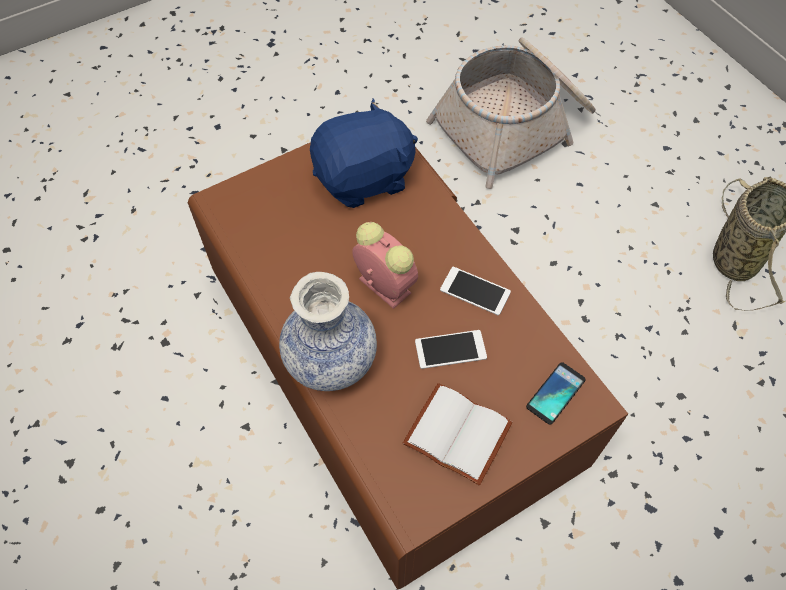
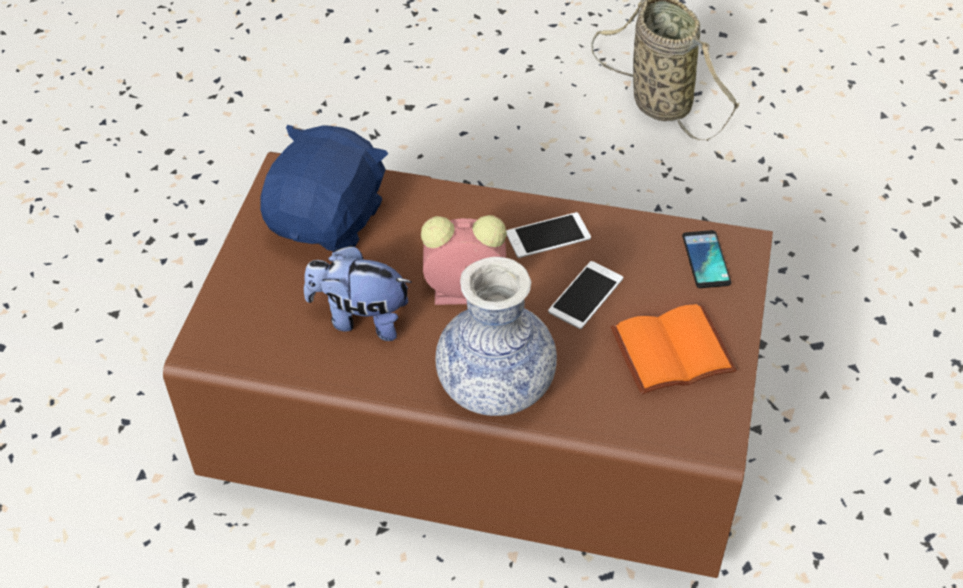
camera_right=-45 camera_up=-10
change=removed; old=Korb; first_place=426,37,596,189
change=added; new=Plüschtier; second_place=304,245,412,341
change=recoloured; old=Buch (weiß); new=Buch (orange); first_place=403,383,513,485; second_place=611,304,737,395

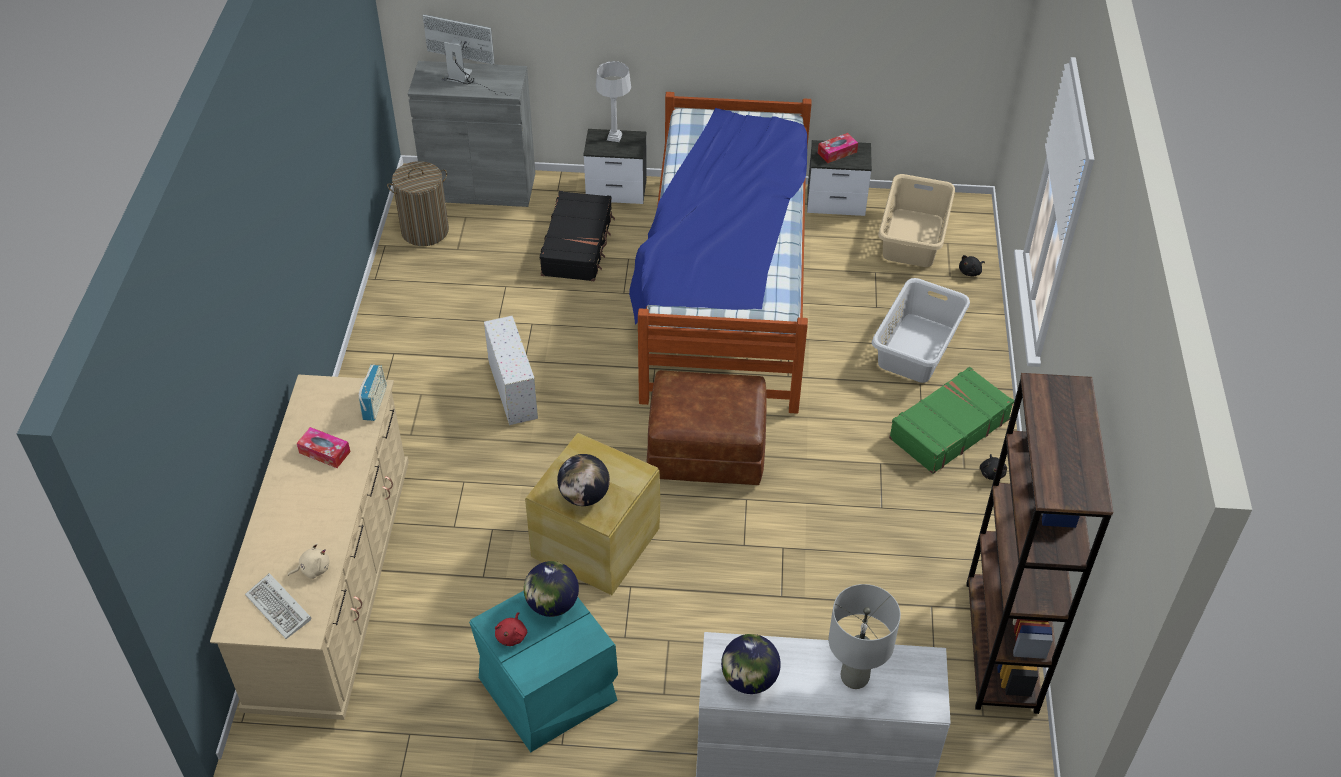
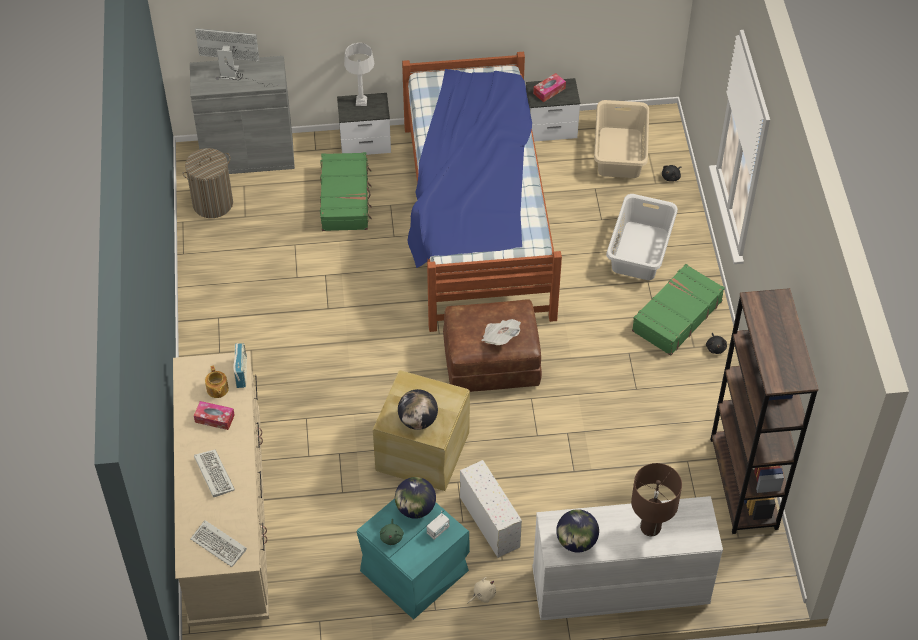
camera_right=-10 camera_up=5
change=added; new=Tastatur; second_place=194,449,235,497
change=added; new=Teekanne; second_place=205,365,229,398
change=added; new=Radio; second_place=427,511,449,540
change=added; new=Zeitung; second_place=482,319,521,345
change=moved; old=Plüschtier (beige); first_place=288,543,330,579; second_place=468,577,496,603
change=moved; old=Aufbewahrungsbox (weiß); first_place=484,316,538,425; second_place=460,460,522,558
change=recoloured; old=Plüschtier (rot); new=Plüschtier (grün); first_place=495,612,527,646; second_place=380,519,404,545
change=recoloured; old=Koffer (schwarz); new=Koffer (grün); first_place=540,191,615,281; second_place=320,152,372,231
change=recoloured; old=Tischlampe (grau); new=Tischlampe (braun); first_place=829,584,901,689; second_place=631,463,682,536

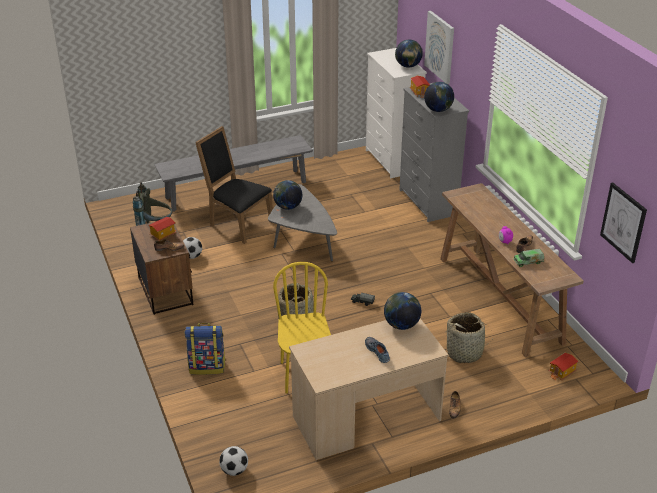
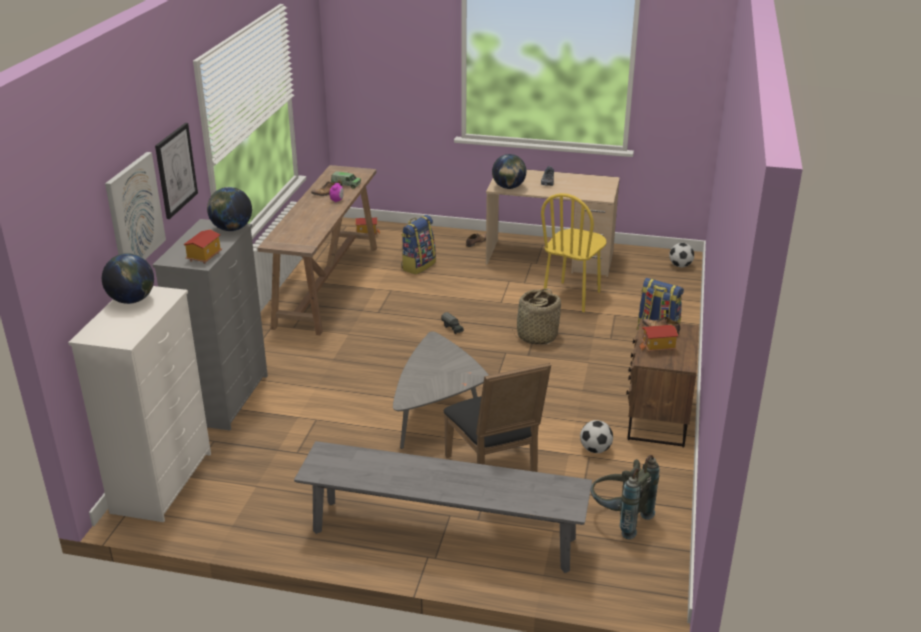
camera_right=-145 camera_up=-5
change=removed; old=Globus; first_place=273,180,302,210
change=moved; old=Bild; first_place=600,182,647,263; second_place=155,123,198,219
change=replaced; old=Korb; new=Rucksack; first_place=447,312,494,363; second_place=401,215,436,274

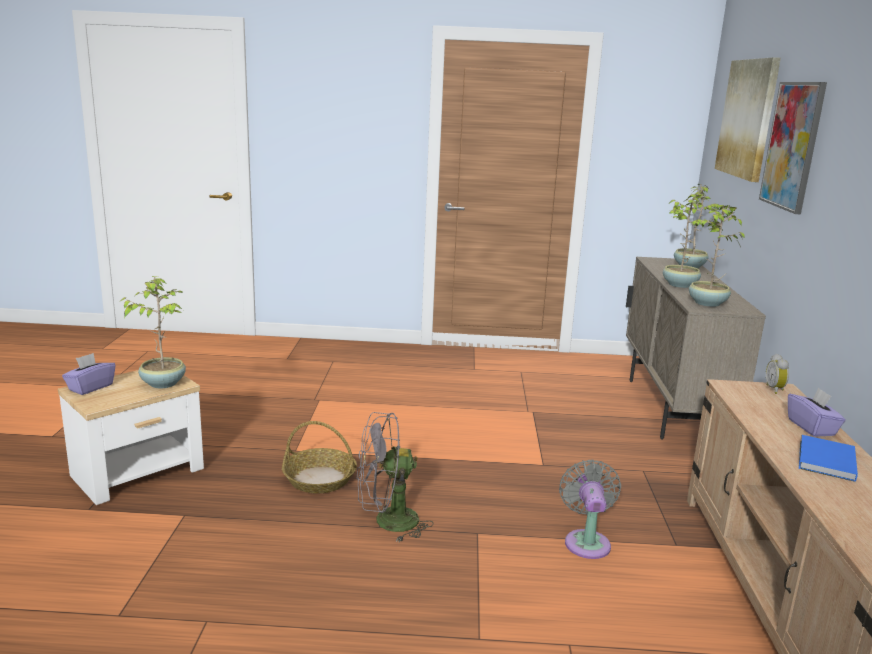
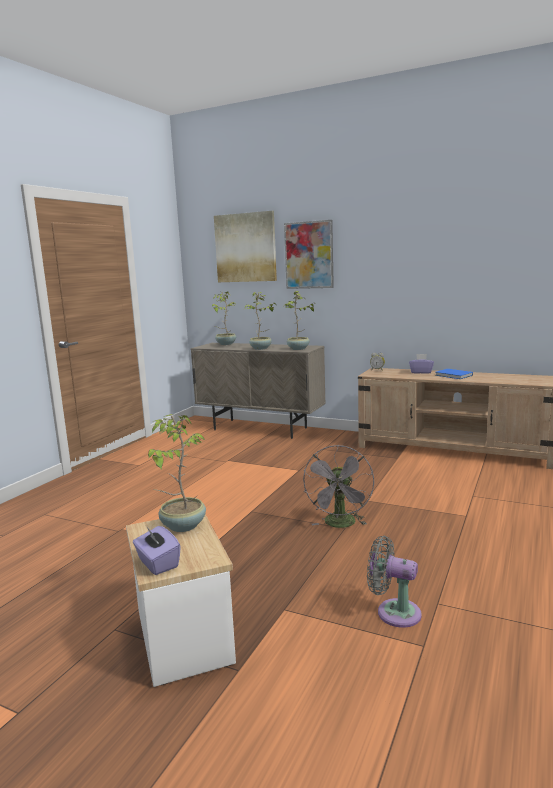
camera_right=-65 camera_up=-5
change=removed; old=Korb; first_place=282,421,357,494
change=moved; old=Ventilator (grau); first_place=559,459,621,559; second_place=367,536,422,628

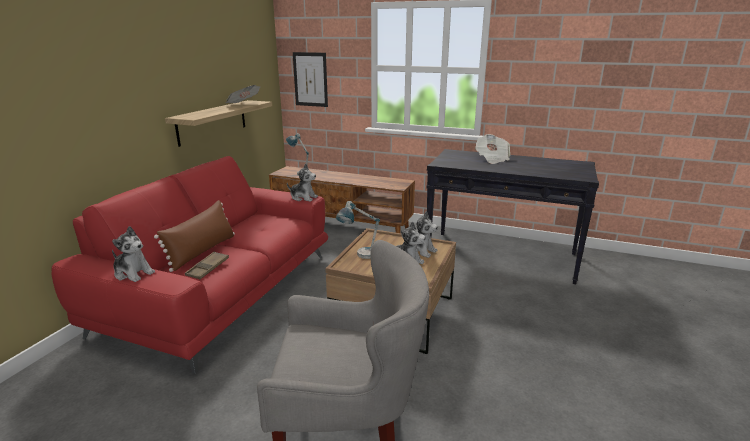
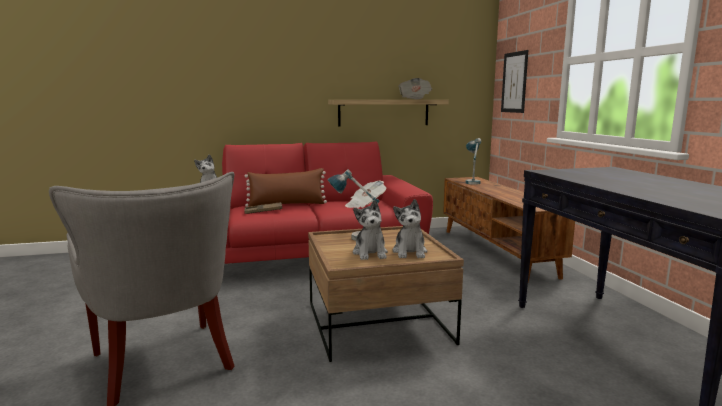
camera_right=55 camera_up=-10
change=removed; old=Plüschtier; first_place=287,164,318,202
change=moved; old=Zeitung; first_place=475,134,510,164; second_place=345,181,386,208

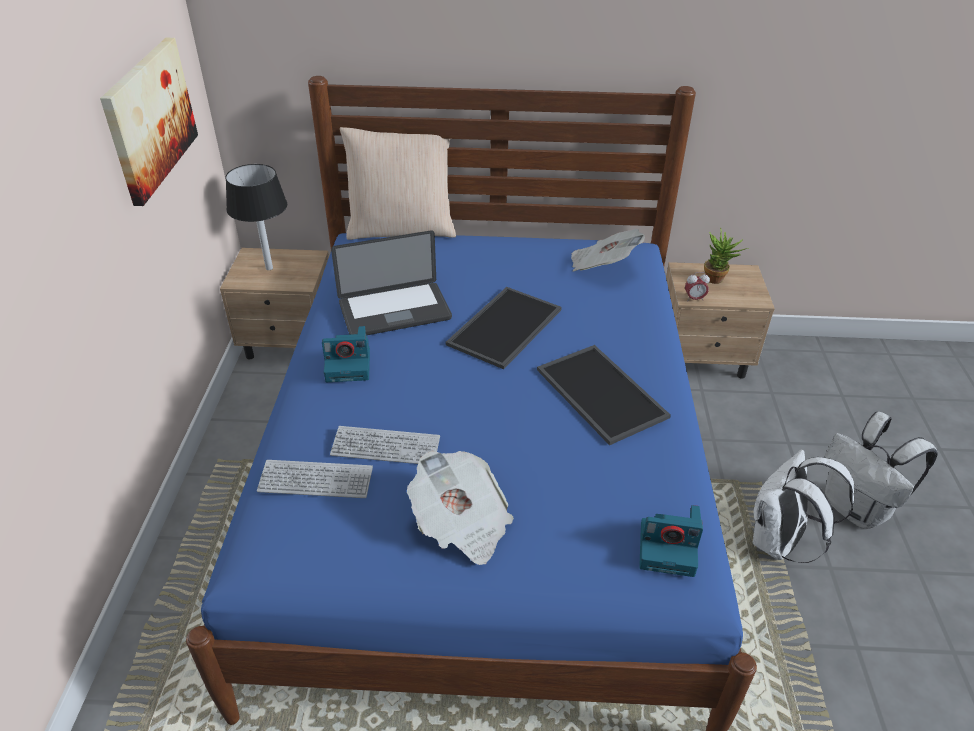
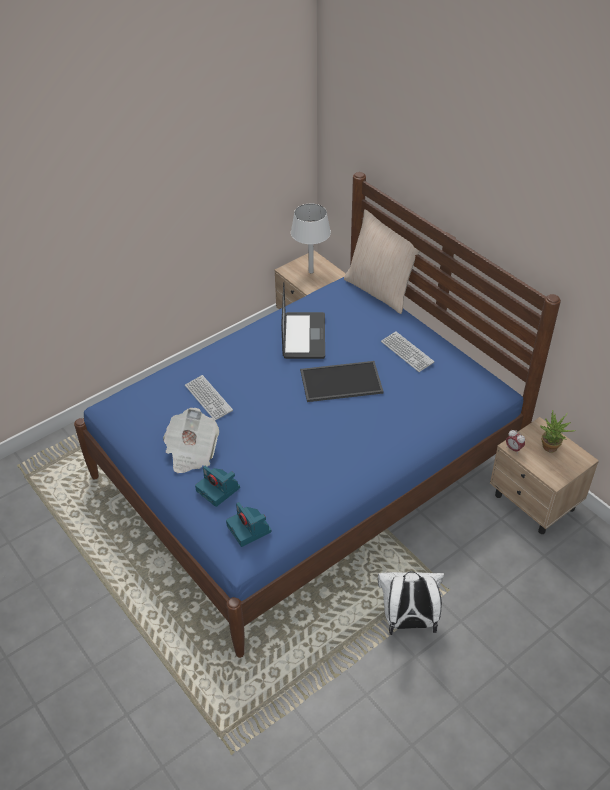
camera_right=50 camera_up=5
change=removed; old=Bild; first_place=100,38,198,206
change=removed; old=Tablett; first_place=537,345,671,445
change=removed; old=Zeitung; first_place=571,229,645,271
change=removed; old=Rucksack (weiß); first_place=825,412,938,529
change=moved; old=Tastatur; first_place=257,460,373,498; second_place=381,331,434,372
change=moved; old=Kamera; first_place=322,326,370,382; second_place=195,466,240,507
change=recoloured; old=Tischlampe (schwarz); new=Tischlampe (weiß); first_place=225,164,287,270; second_place=291,204,331,273
change=turned; old=Laptop; first_place=331,230,452,335; second_place=281,282,325,359; degrees=-120

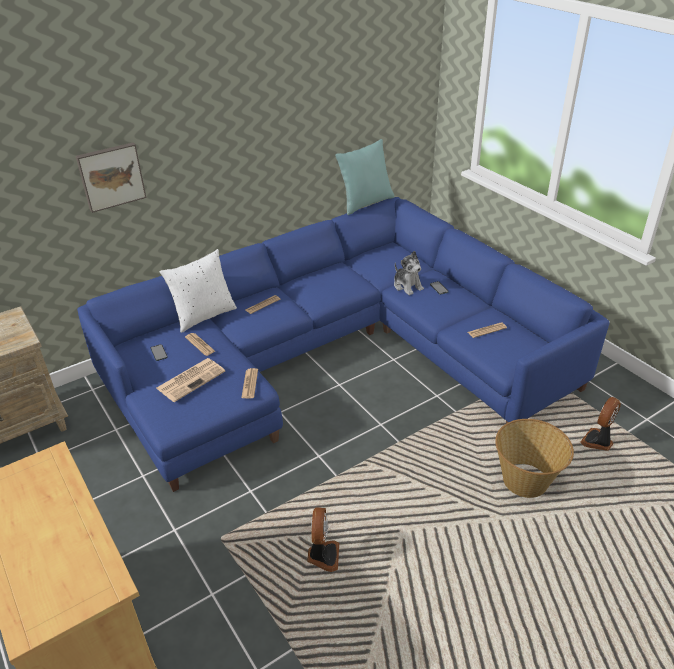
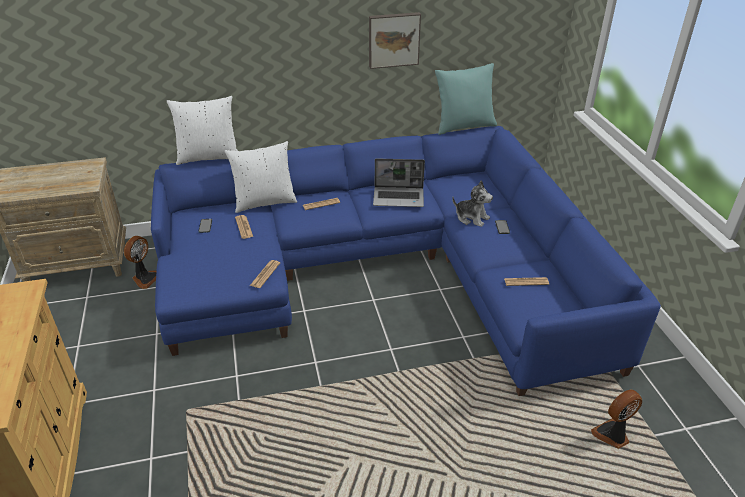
camera_right=20 camera_up=0
change=removed; old=Zeitung; first_place=156,358,225,402
change=removed; old=Korb; first_place=495,419,574,498
change=added; new=Kissen (weiß); second_place=167,96,238,165
change=added; new=Laptop; second_place=373,158,425,207
change=moved; old=Bild; first_place=76,142,147,213; second_place=369,12,421,69
change=moved; old=Ventilator; first_place=307,507,339,572; second_place=124,236,157,289
change=turned; old=Plüschtier; first_place=394,251,424,296; second_place=452,180,493,227; degrees=-45

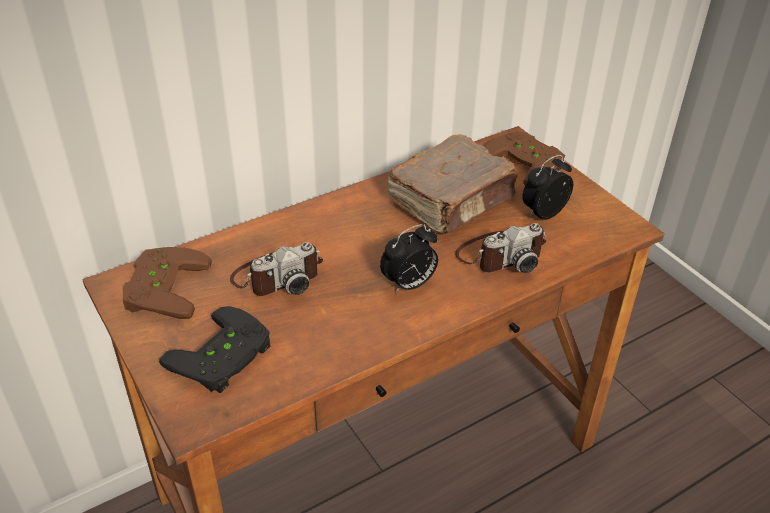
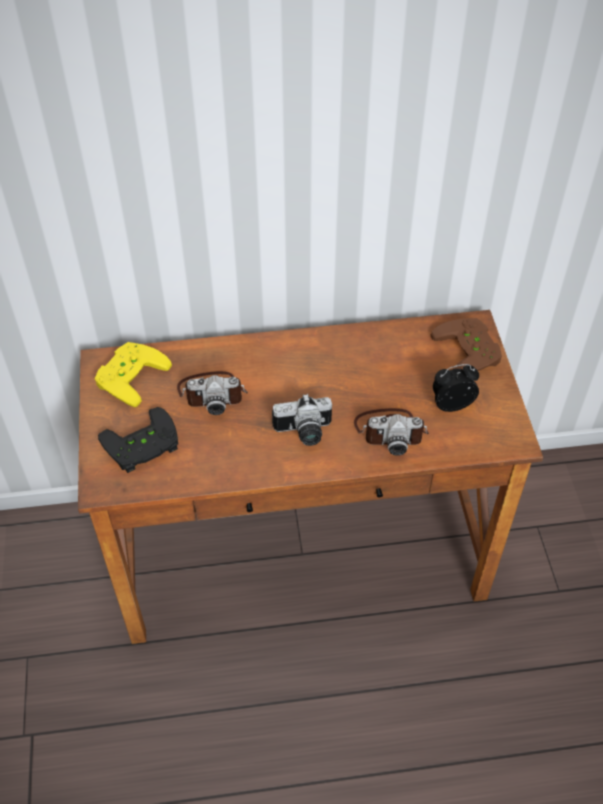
camera_right=25 camera_up=10
change=removed; old=Buch (braun); first_place=387,134,518,234
change=replaced; old=Wecker; new=Kamera; first_place=380,224,438,293; second_place=272,394,332,446
change=recoloured; old=Gamepad (braun); new=Gamepad (gelb); first_place=123,247,212,319; second_place=95,342,172,408

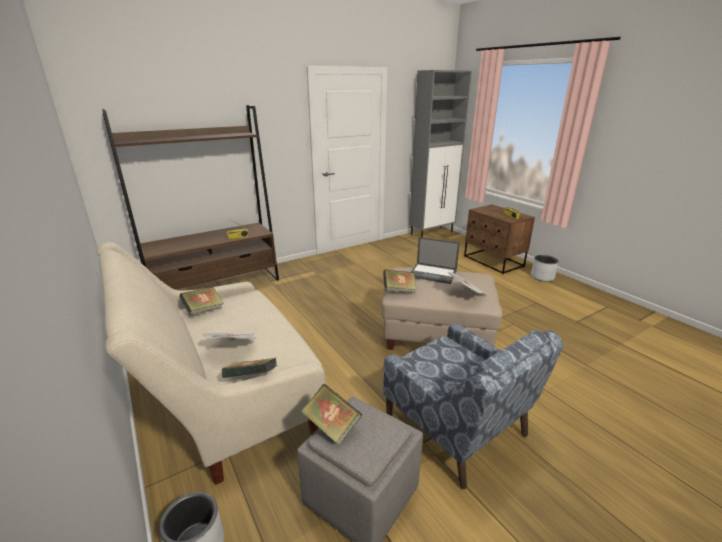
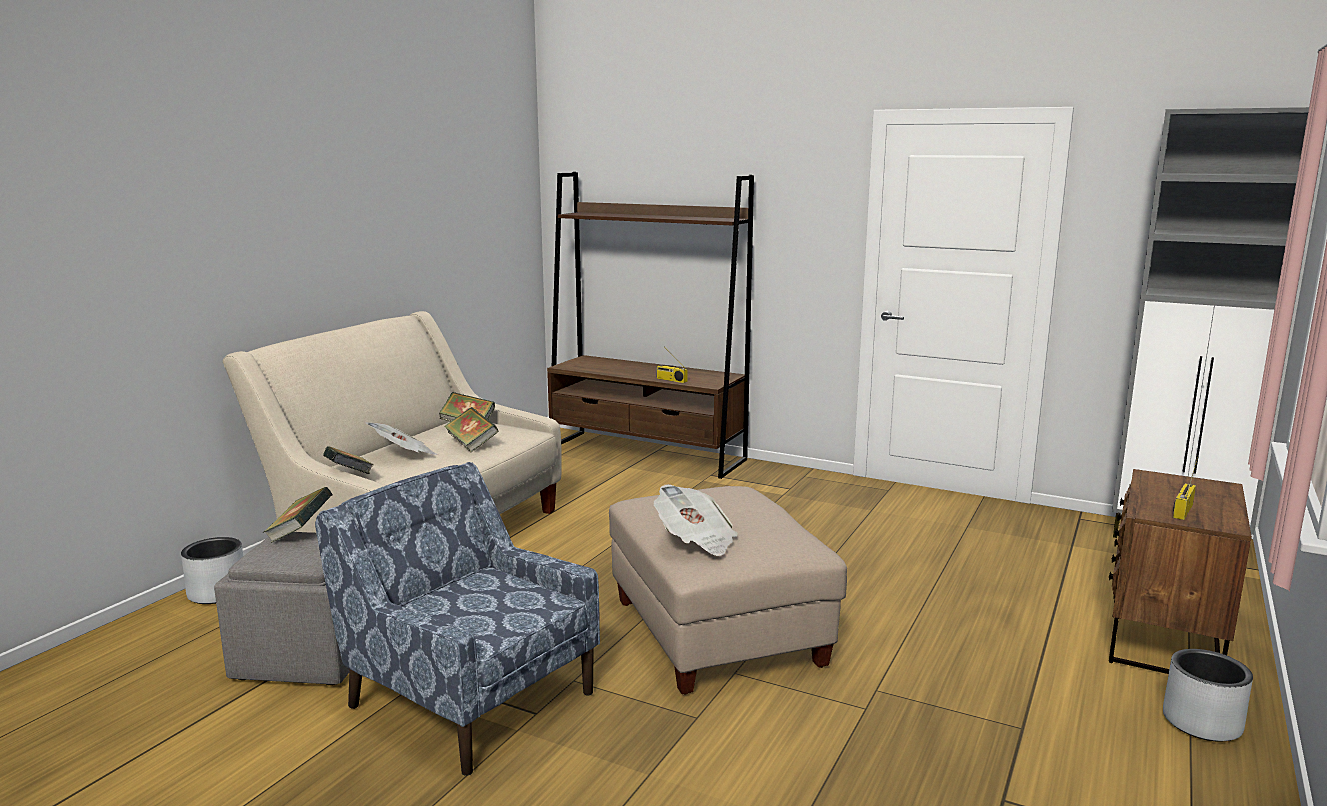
camera_right=60 camera_up=-10
change=removed; old=Laptop; first_place=411,237,460,284
change=moved; old=Buch; first_place=383,270,417,293; second_place=444,407,498,452
change=turned; old=Sessel (blau); first_place=383,323,563,489; second_place=315,462,600,776; degrees=105

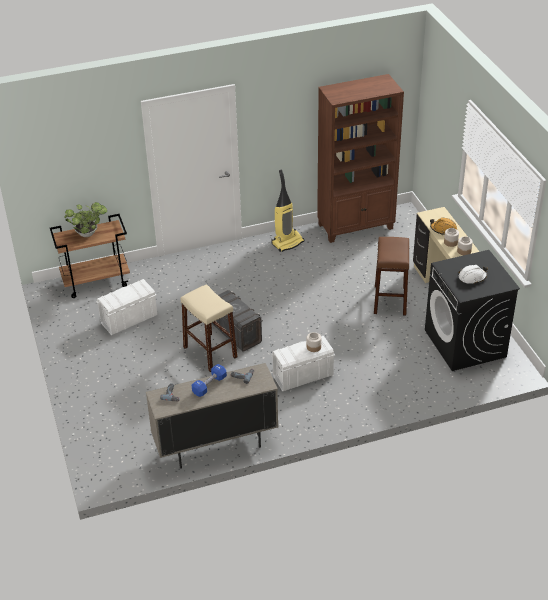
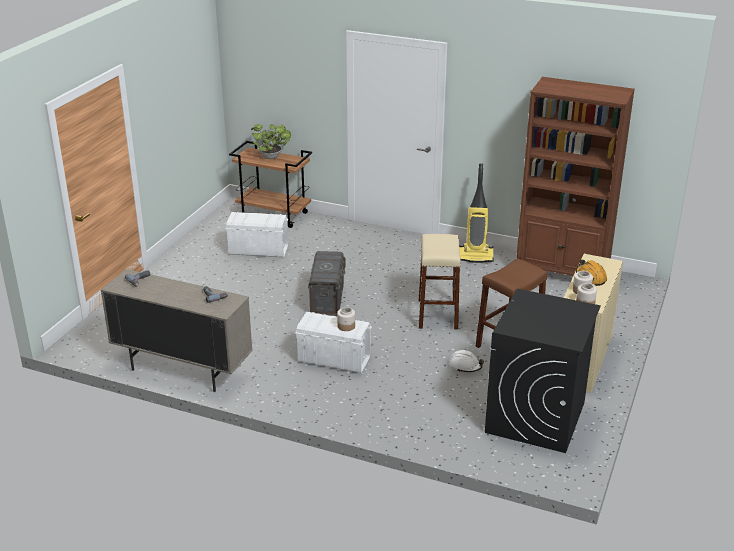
camera_right=40 camera_up=-10
change=removed; old=Hantel (blau); first_place=192,364,227,397
change=moved; old=Hocker (beige); first_place=181,284,238,372; second_place=419,234,461,329
change=moved; old=Schutzhelm (weiß); first_place=459,265,488,284; second_place=449,350,484,372

